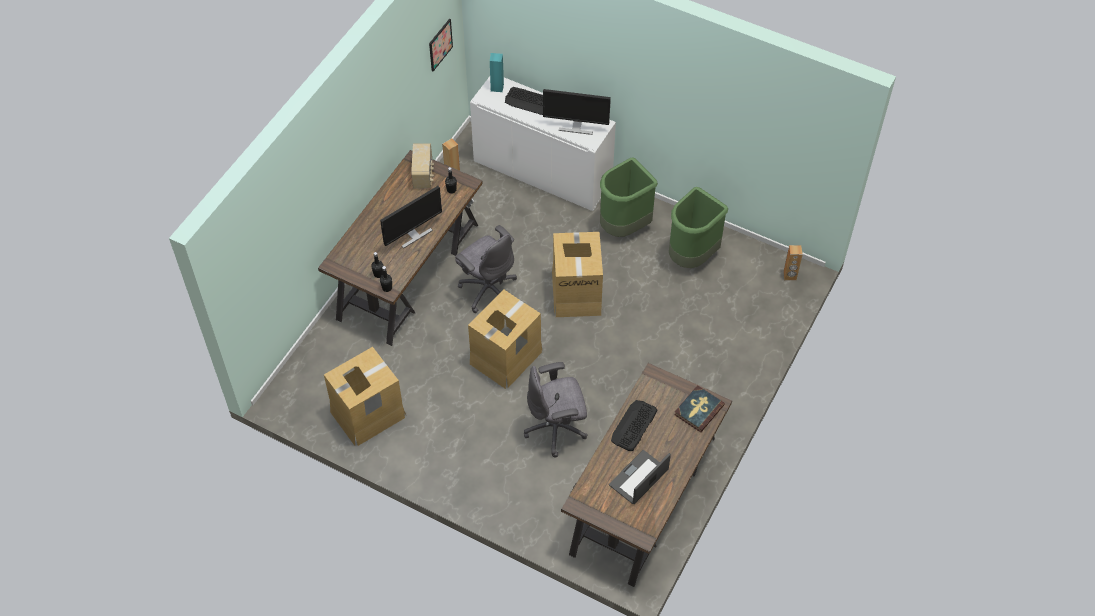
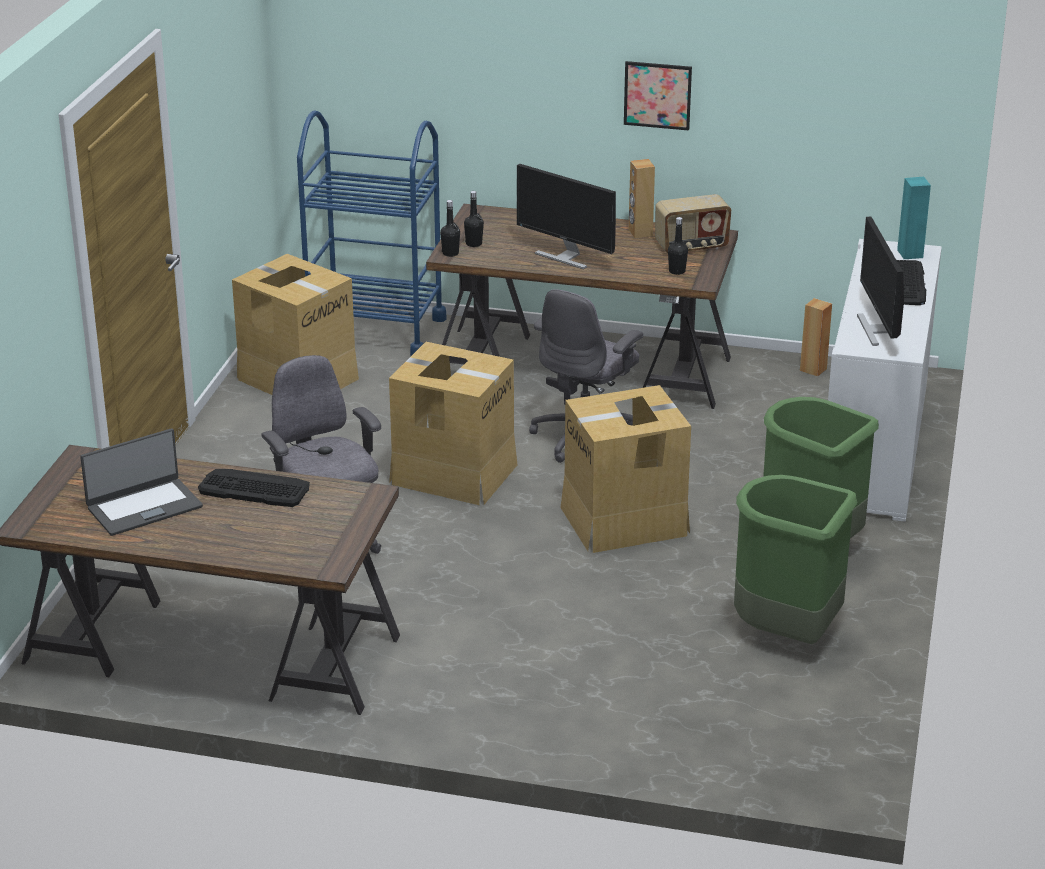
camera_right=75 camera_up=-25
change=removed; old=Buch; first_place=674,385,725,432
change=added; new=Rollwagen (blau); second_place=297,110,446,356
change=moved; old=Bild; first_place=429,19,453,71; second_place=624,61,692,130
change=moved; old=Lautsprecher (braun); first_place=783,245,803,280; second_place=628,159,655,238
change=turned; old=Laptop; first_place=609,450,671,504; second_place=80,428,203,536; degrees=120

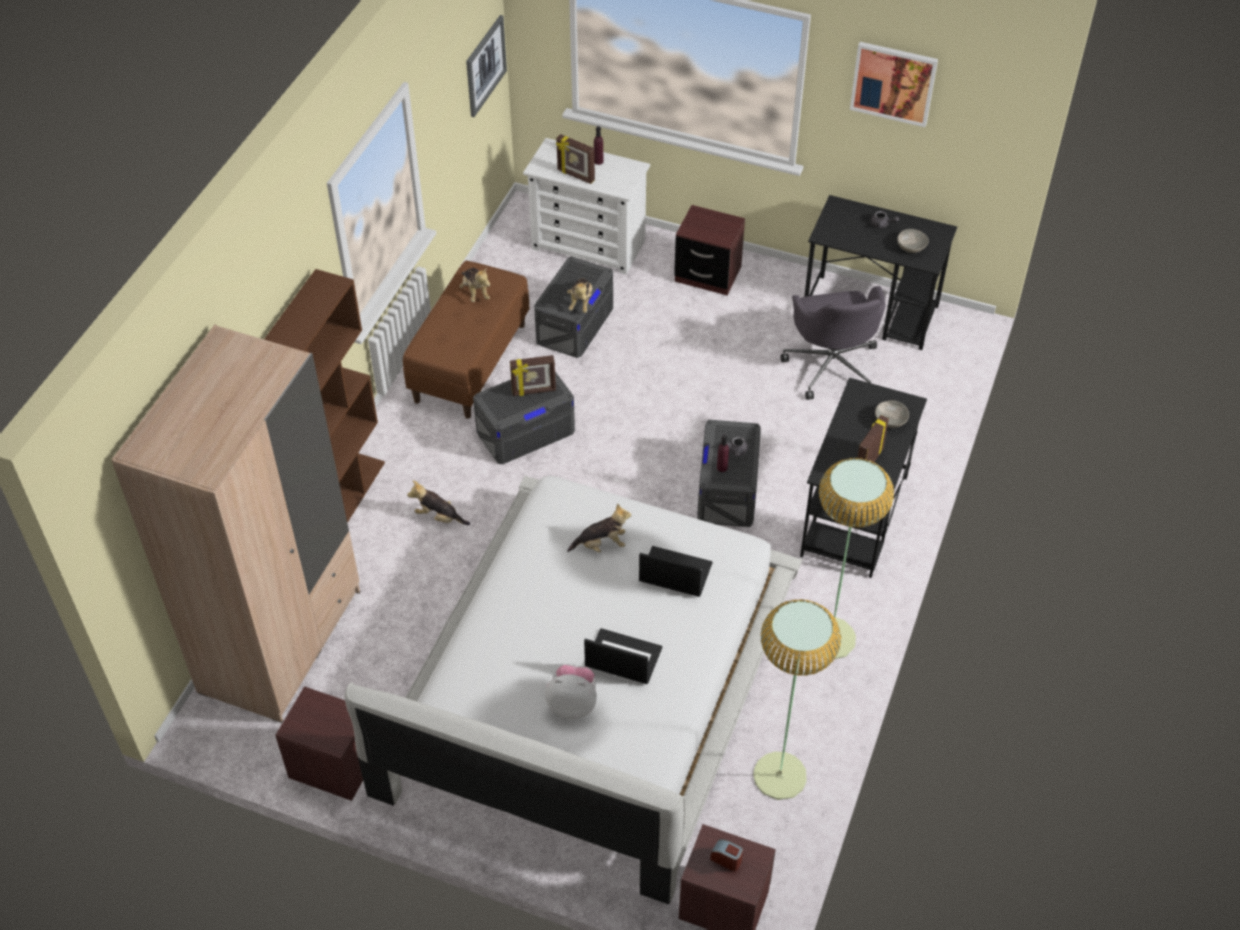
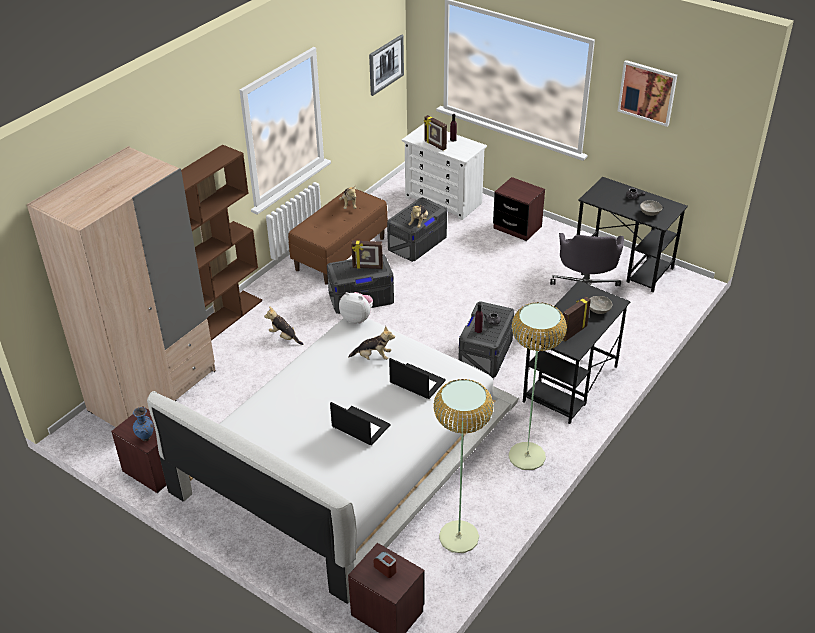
camera_right=15 camera_up=-10
change=added; new=Vase (blau); second_place=133,407,154,441
change=moved; old=Plüschtier; first_place=545,665,597,719; second_place=339,292,373,324

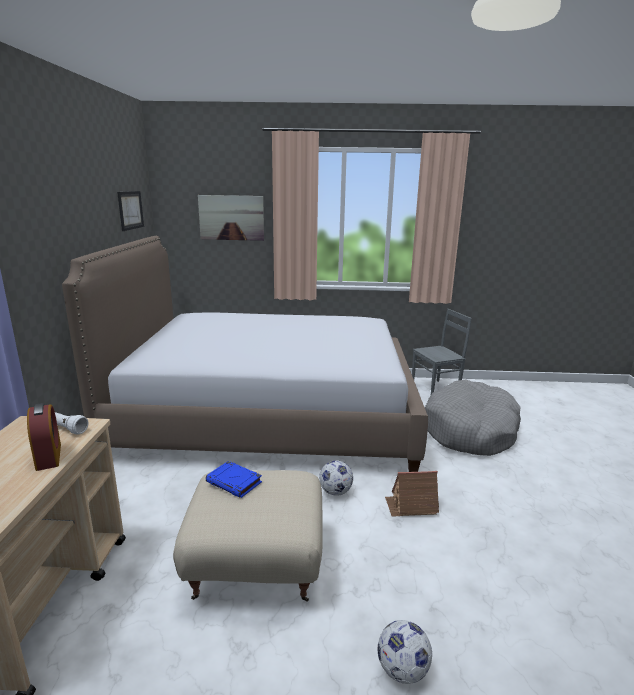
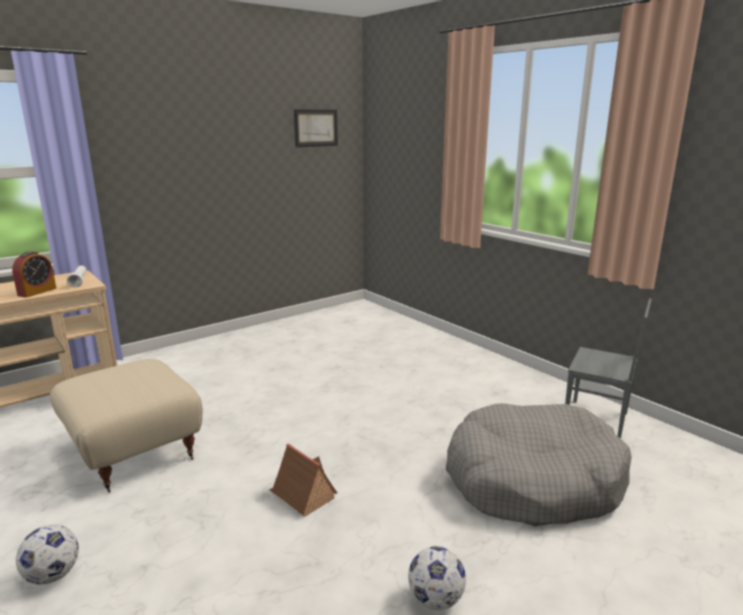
camera_right=50 camera_up=0
change=removed; old=Bett; first_place=62,236,428,472
change=removed; old=Bild; first_place=198,195,264,241
change=removed; old=Buch (blau); first_place=206,461,262,498
change=moved; old=Fußball; first_place=319,460,353,496; second_place=408,546,466,610

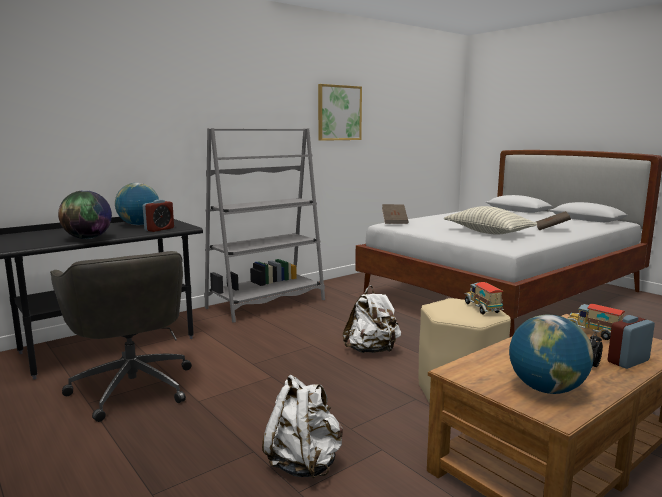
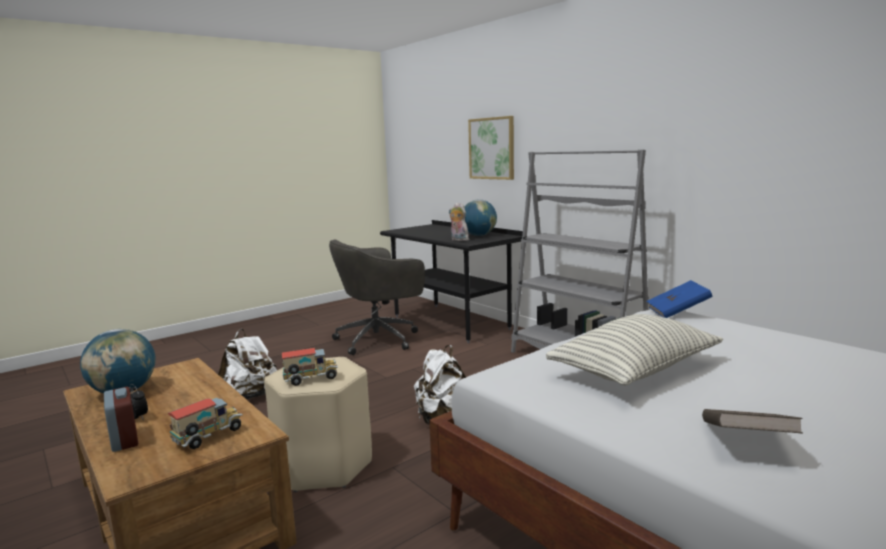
camera_right=90 camera_up=0
change=removed; old=Globus; first_place=58,190,112,239
change=moved; old=Bild; first_place=318,84,362,141; second_place=468,116,514,180
change=replaced; old=Wecker; new=Plüschtier; first_place=143,199,174,232; second_place=449,203,469,241
change=recoloured; old=Buch (braun); new=Buch (blau); first_place=382,204,409,224; second_place=647,280,712,318

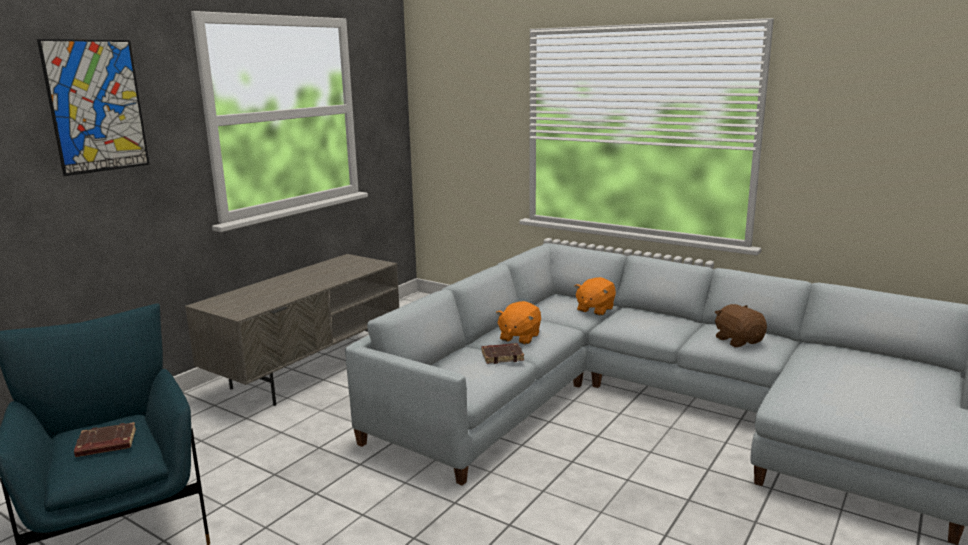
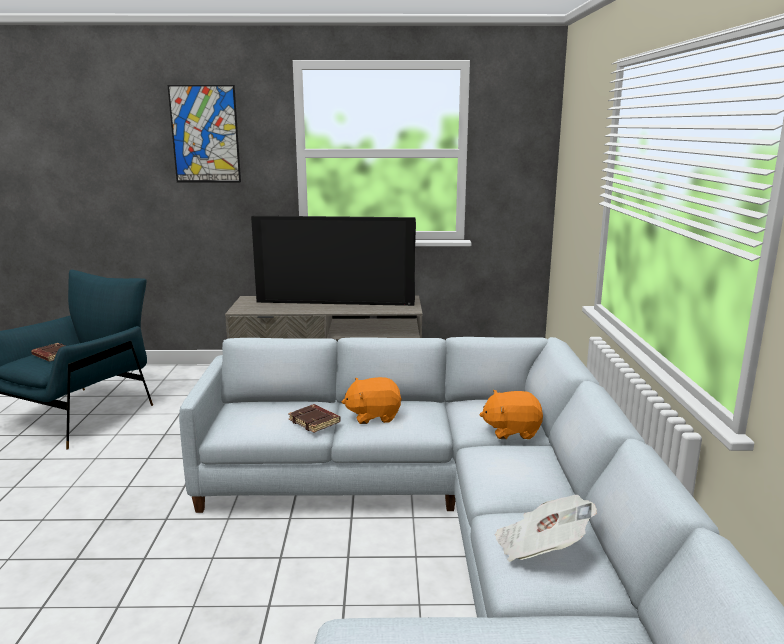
camera_right=55 camera_up=0
change=added; new=Fernseher; second_place=251,216,416,306
change=replaced; old=Plüschtier (braun); new=Zeitung; first_place=715,304,767,347; second_place=495,495,597,562

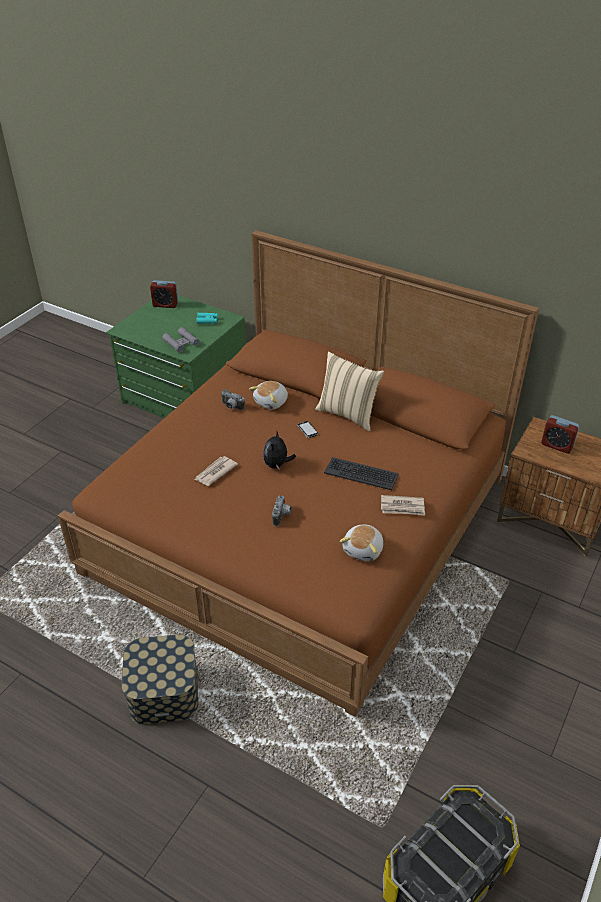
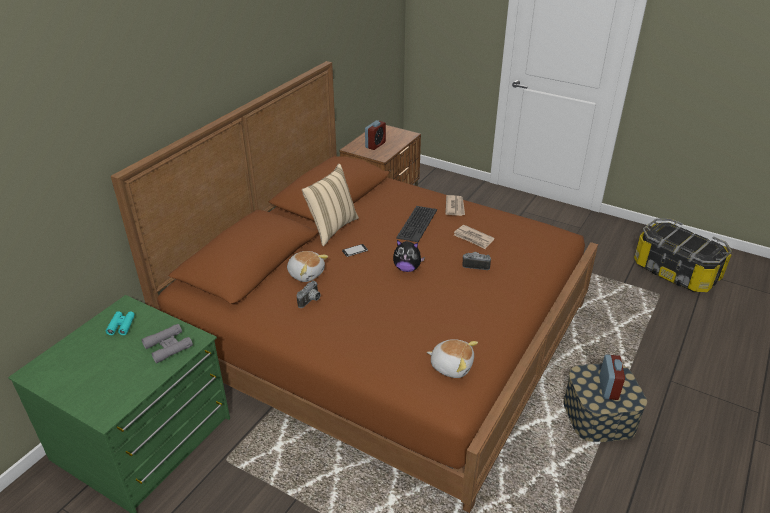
camera_right=-90 camera_up=-5
change=moved; old=Wecker; first_place=150,280,178,308; second_place=599,354,625,400
change=moved; old=Zeitung; first_place=194,456,238,486; second_place=454,225,494,249
change=moved; old=Plüschtier; first_place=340,525,383,561; second_place=427,339,478,378

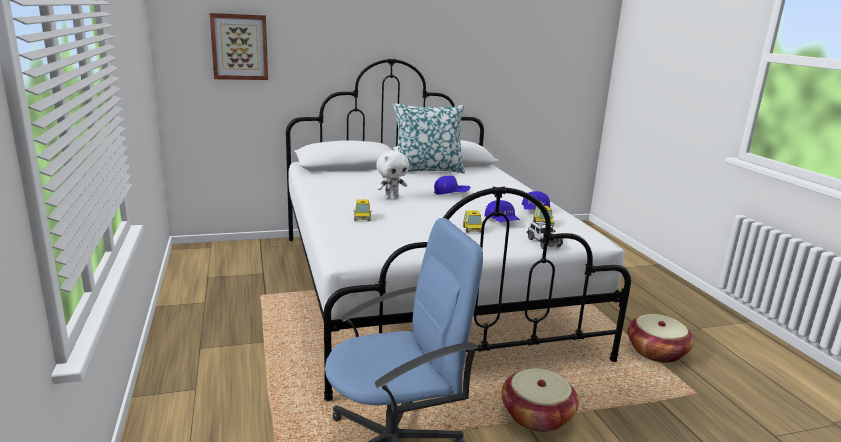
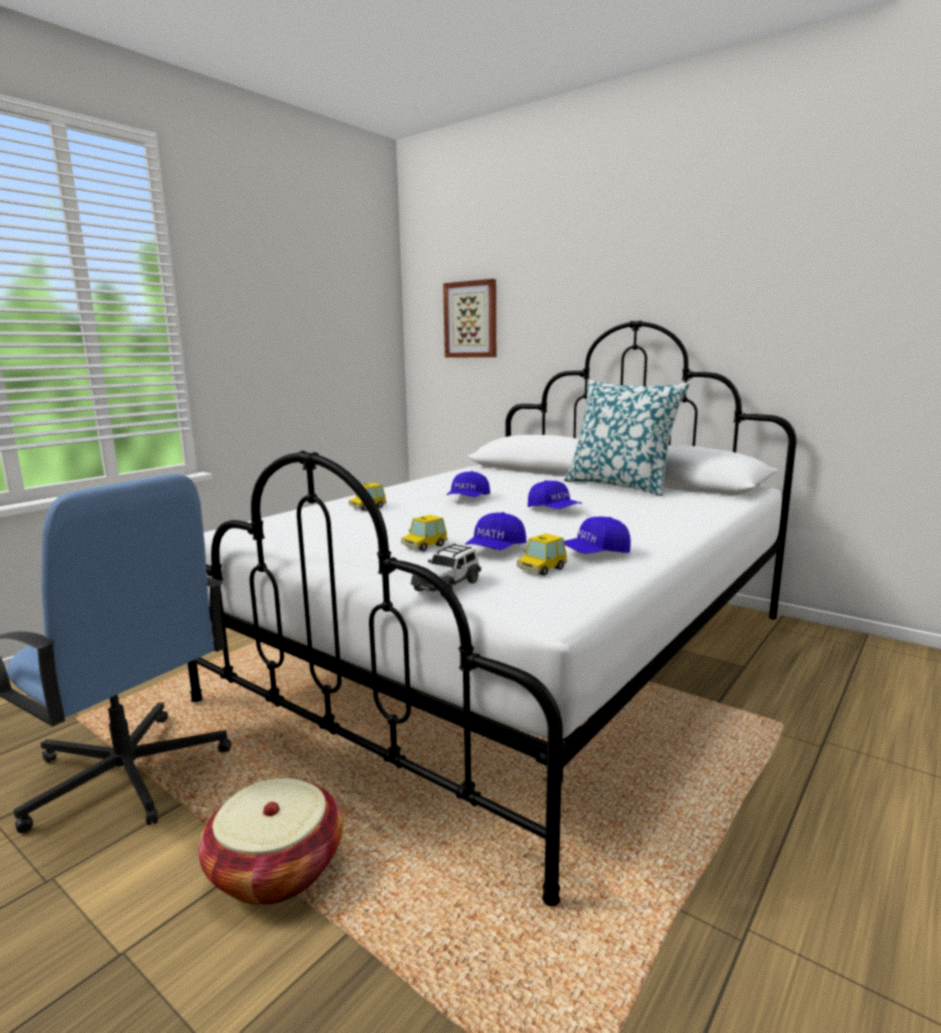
camera_right=55 camera_up=-5
change=removed; old=Korb; first_place=627,314,694,363
change=replaced; old=Plüschtier (weiß); new=Kappe (blau); first_place=376,150,409,199; second_place=447,471,490,497

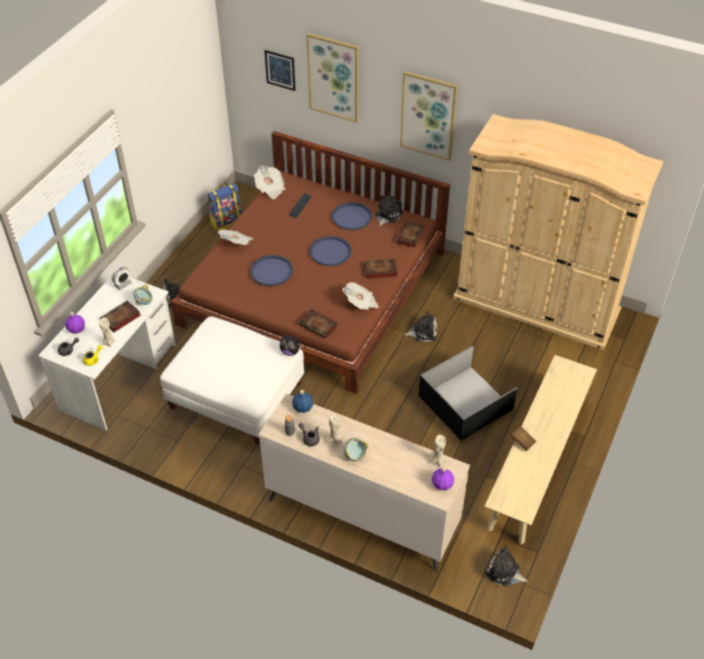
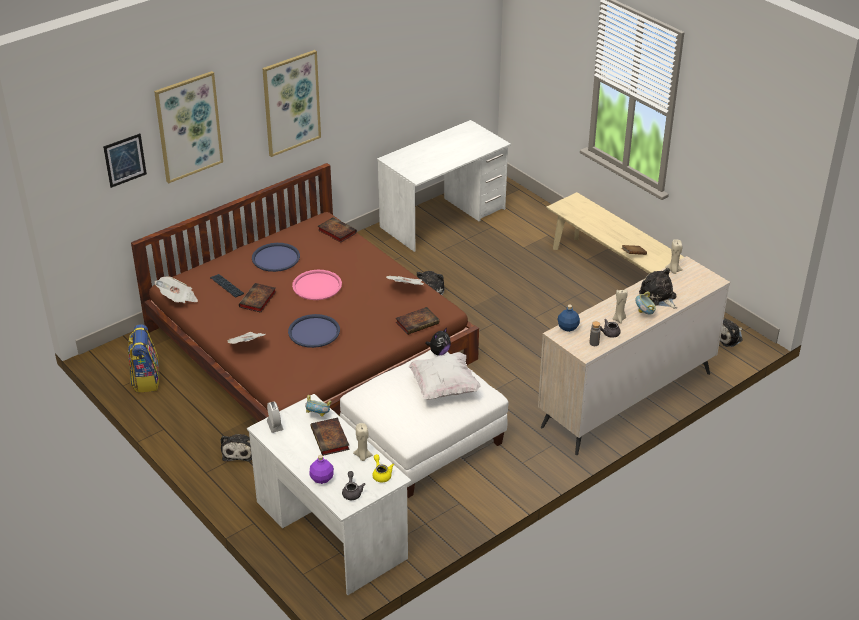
camera_right=-65 camera_up=-10
change=removed; old=Aufbewahrungsbox (schwarz); first_place=418,346,518,440
change=removed; old=Flasche (lila); first_place=431,467,454,490
change=added; new=Kissen (weiß); second_place=408,352,481,400
change=moved; old=Buch; first_place=365,259,397,279; second_place=239,283,276,313
change=moved; old=Plüschtier; first_place=375,195,403,226; second_place=639,268,677,309
change=replaced; old=Kleiderschrank (beige); new=Schreibtisch (weiß); first_place=453,114,664,350; second_place=377,120,511,252
change=recoloured; old=Tablett (blau); new=Tablett (rosa); first_place=309,236,352,266; second_place=292,270,342,300

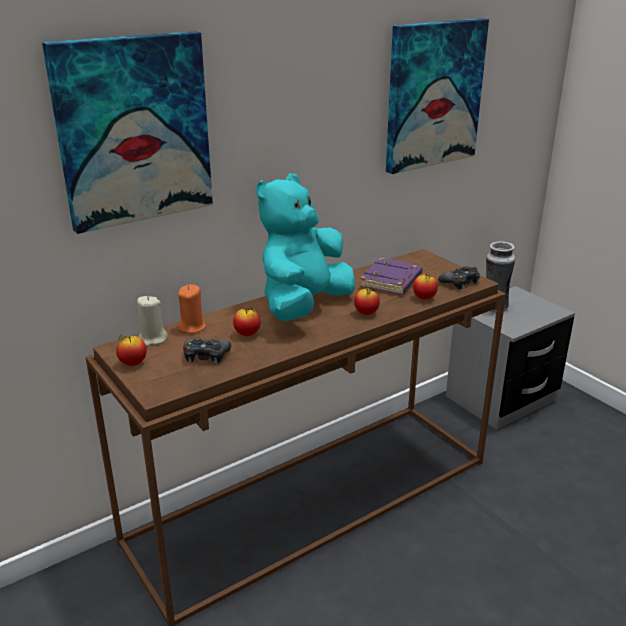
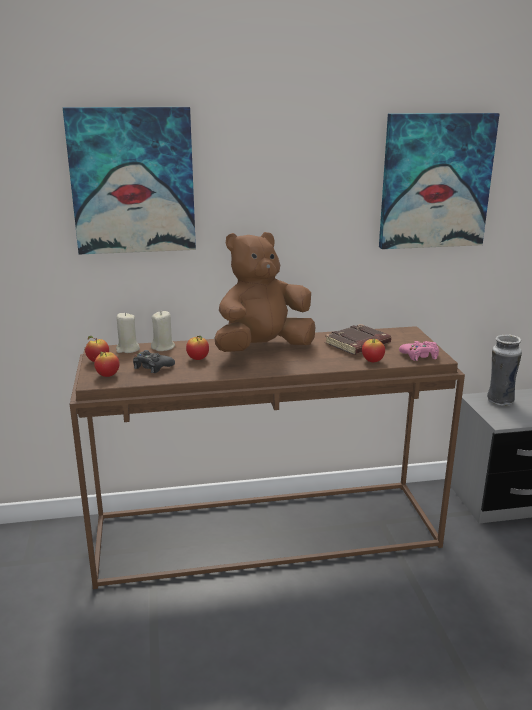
camera_right=25 camera_up=-5
change=moved; old=Apfel; first_place=354,288,380,315; second_place=94,351,120,377
change=recoloured; old=Kerze (orange); new=Kerze (beige); first_place=178,285,206,334; second_place=151,311,175,351
change=recoloured; old=Plüschtier (türkis); new=Plüschtier (braun); first_place=256,174,355,321; second_place=214,232,315,352
change=recoloured; old=Buch (lila); new=Buch (braun); first_place=360,258,423,294; second_place=325,324,391,355
change=recoloured; old=Gamepad (schwarz); new=Gamepad (rosa); first_place=438,266,480,289; second_place=399,341,439,361

